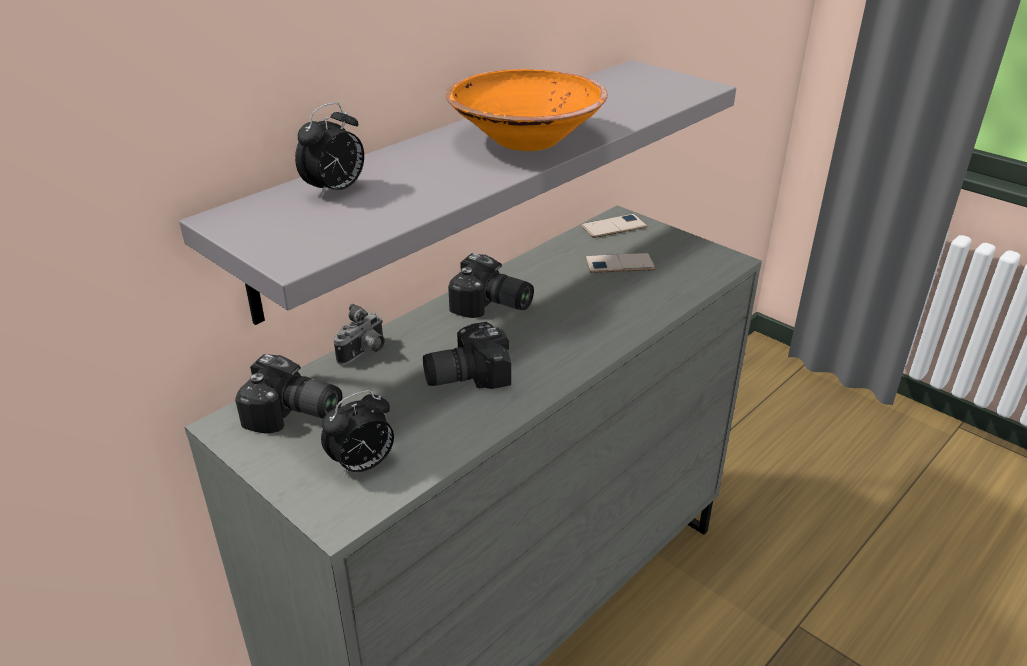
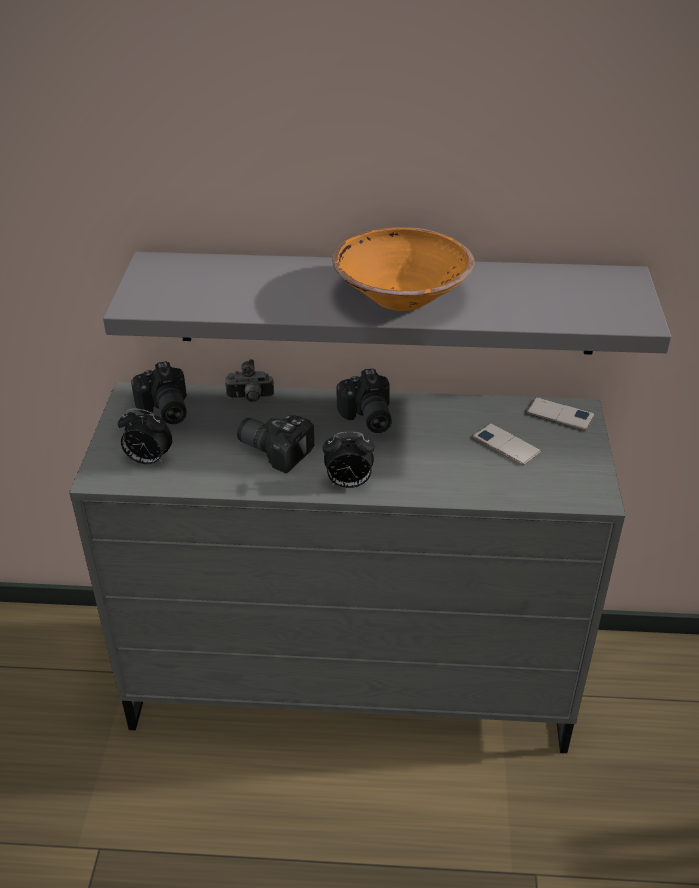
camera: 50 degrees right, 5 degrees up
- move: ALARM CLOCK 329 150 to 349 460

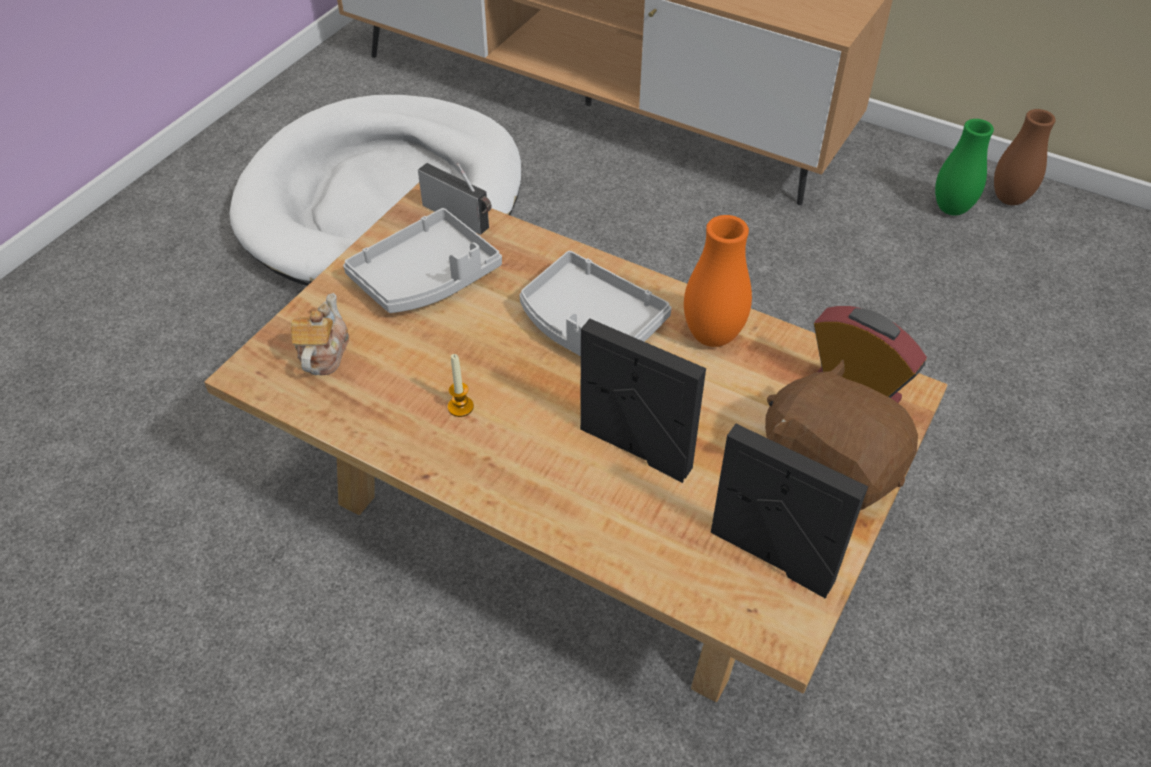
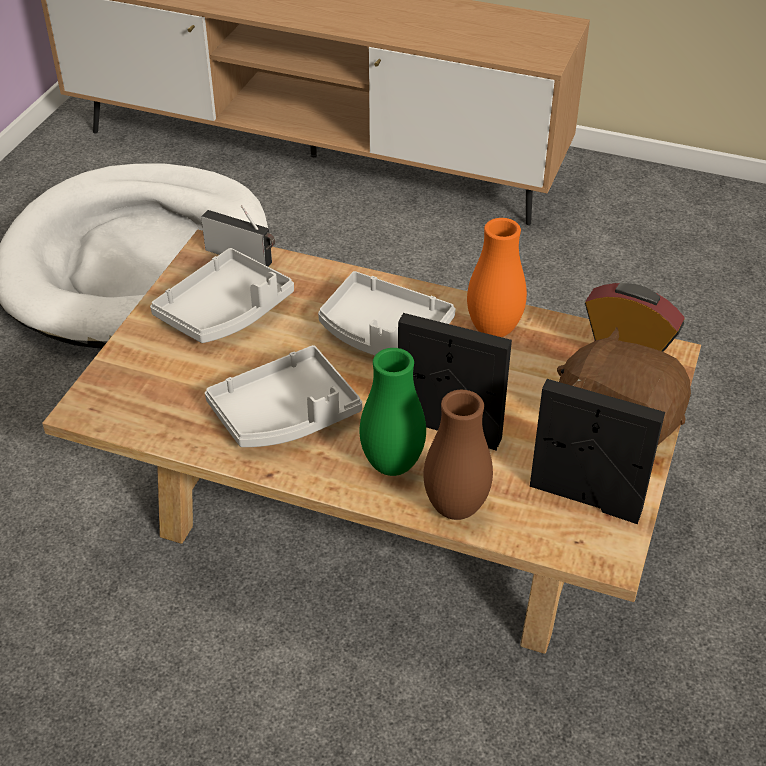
camera: 10 degrees left, 5 degrees down
- delete: TEAPOT 320 334
- replace: CANDLE 461 385 to GREY TRAY 283 396
- move: GREEN VASE 964 167 to 393 412
- move: BROWN VASE 1025 157 to 458 455

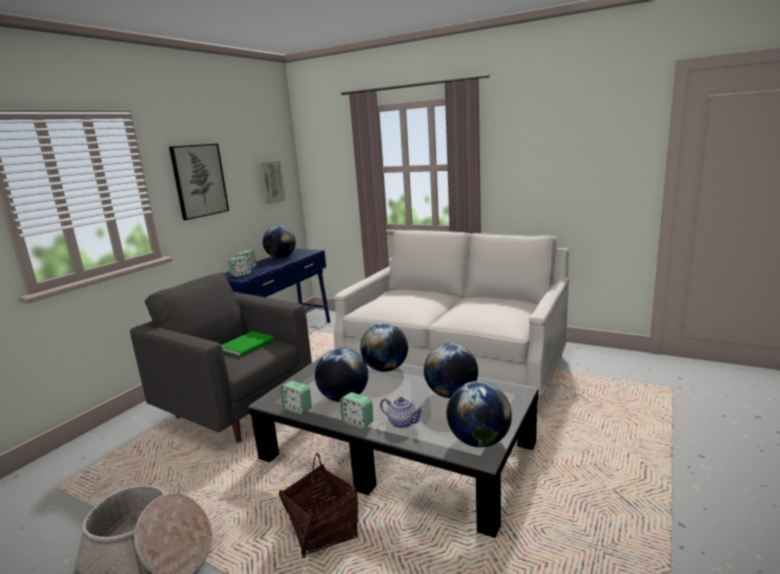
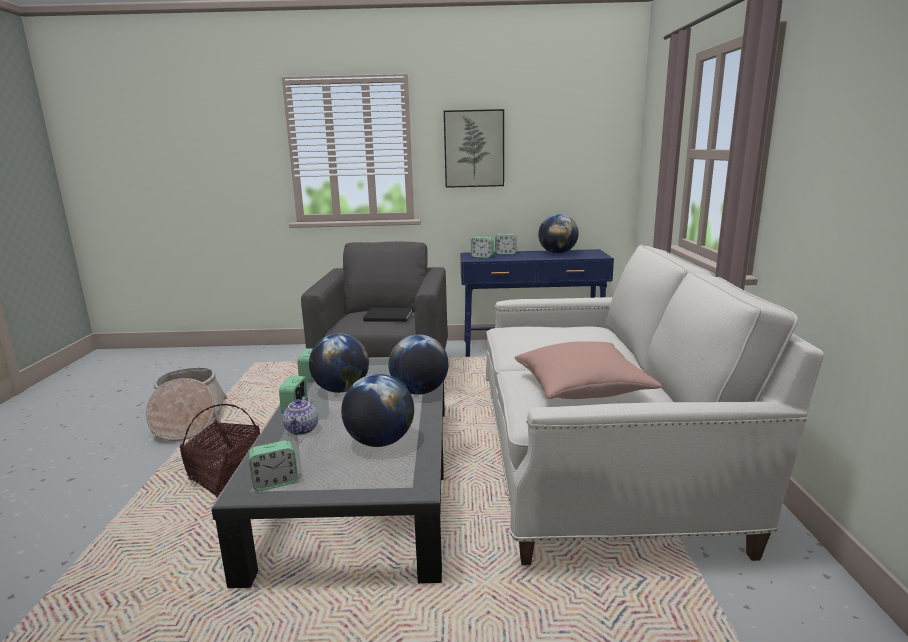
camera: 60 degrees right, 0 degrees up
- recolor: GREEN BOOK 247 343 to BLACK BOOK 387 315
- delete: PICTURE 272 182
- replace: GLOBE 479 414 to ALARM CLOCK 273 465
- insert: PINK PILLOW 588 370

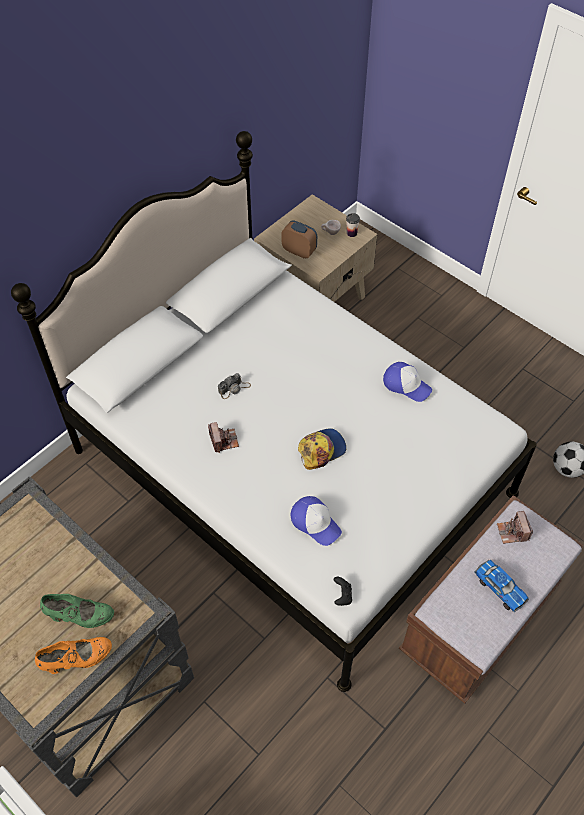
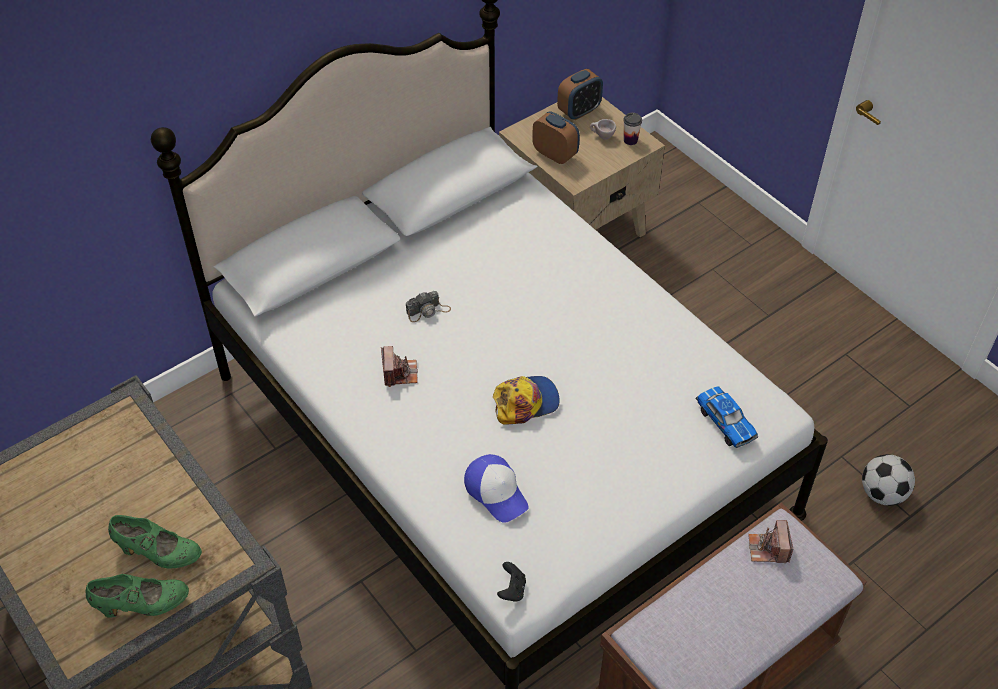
camera: 10 degrees right, 5 degrees down
- recolor: ORANGE SHOE 73 655 to GREEN SHOE 137 596
- delete: CAP 407 382
- move: TOY CAR 501 586 to 727 417
- insert: ALARM CLOCK 580 94

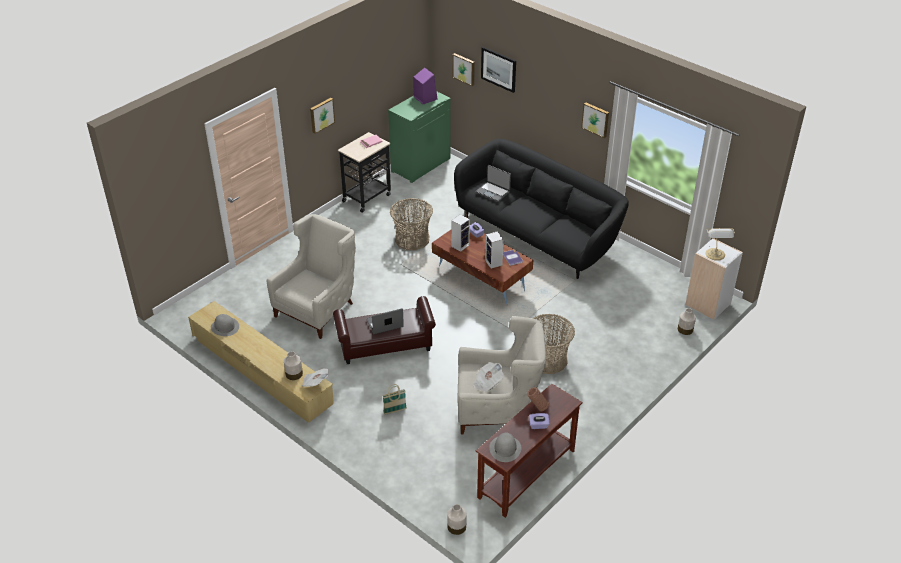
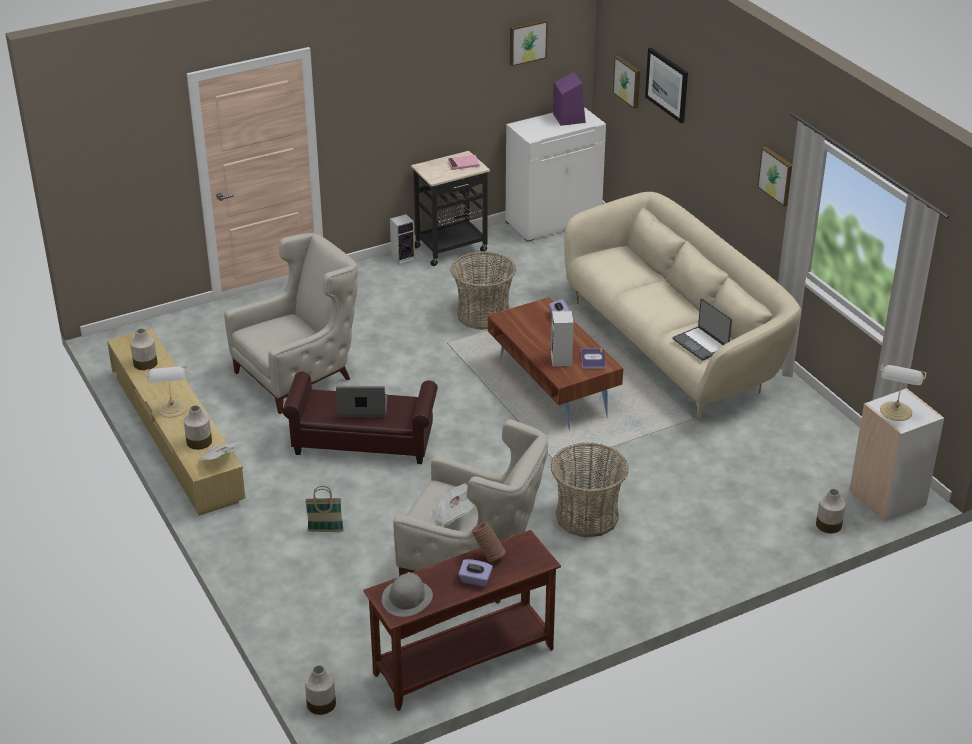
camera: 20 degrees right, 5 degrees down
- replace: GREY HAT 225 325 to BEIGE VASE 143 349
- move: PICTURE 322 116 to 529 42
- recolor: GREEN CABINET 419 137 to WHITE CABINET 556 174
- move: SPEAKER 460 233 to 402 239
- recolor: BLACK SOFA 541 209 to BEIGE SOFA 682 305
- move: LAPTOP 493 183 to 702 329
- insert: TABLE LAMP 166 392

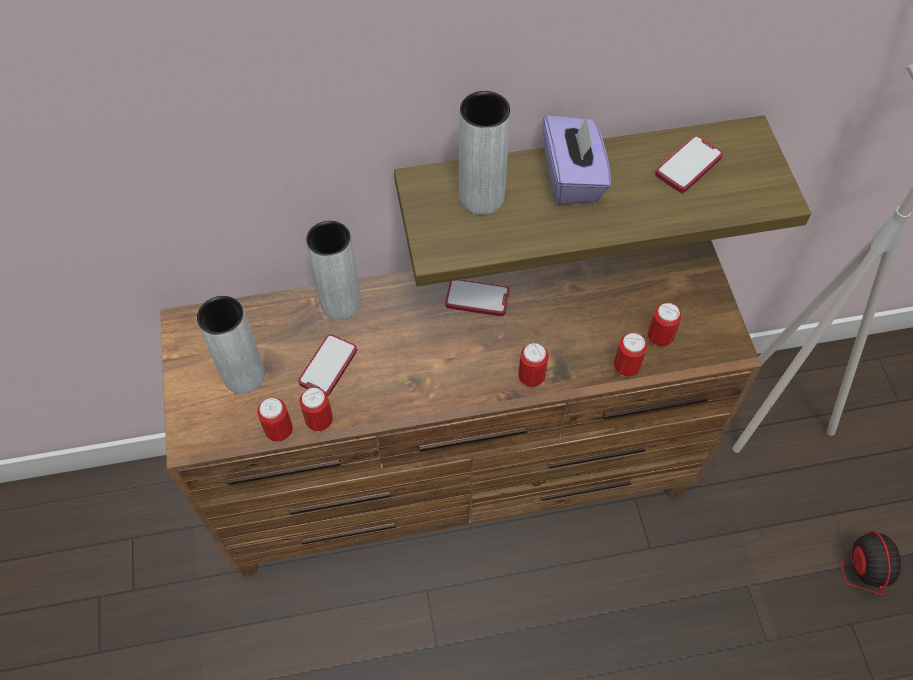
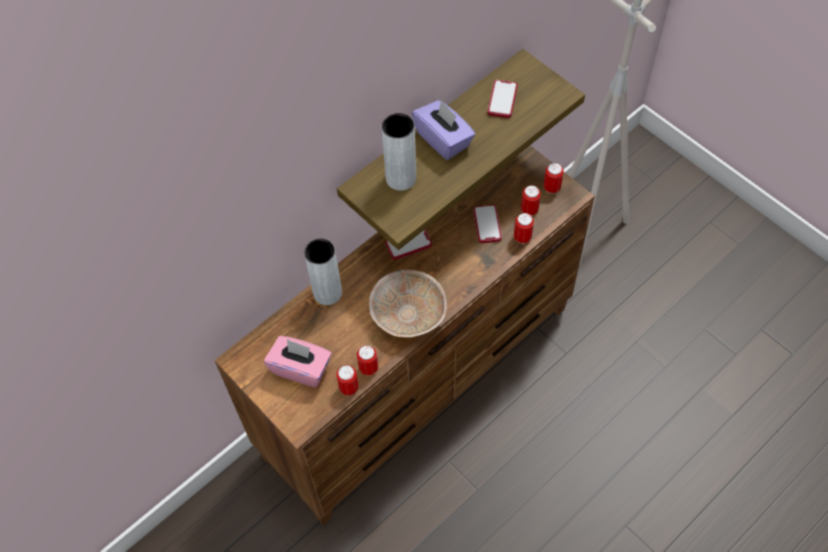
camera: 30 degrees left, 0 degrees up
- replace: GREY VASE 231 345 to PINK TISSUE BOX 298 362
- move: PHONE 327 365 to 488 224
- move: CAN 533 365 to 553 178
- delete: FAN 817 549
- insert: BEIGE BOWL 408 304

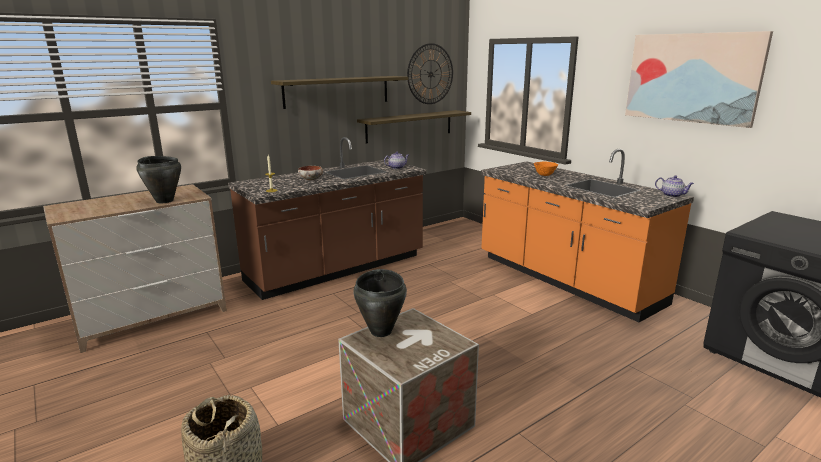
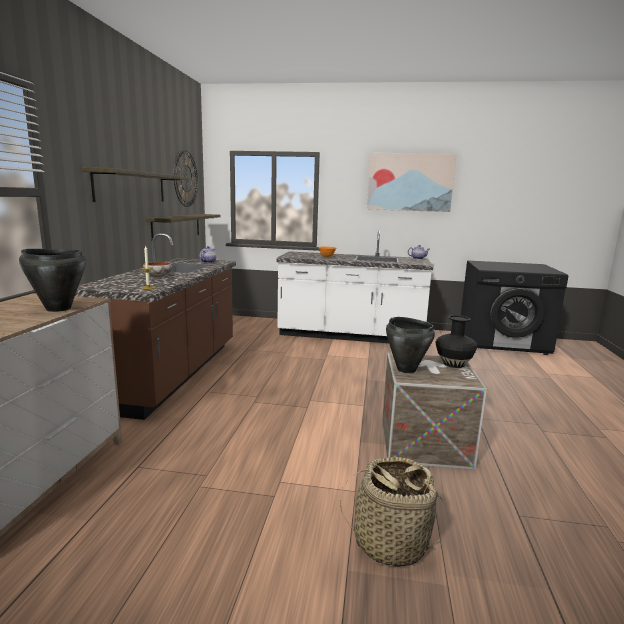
camera: 45 degrees left, 5 degrees down
- recolor: ORANGE COUNTER 587 235 to WHITE COUNTER 355 287
- insert: BLACK VASE 456 341

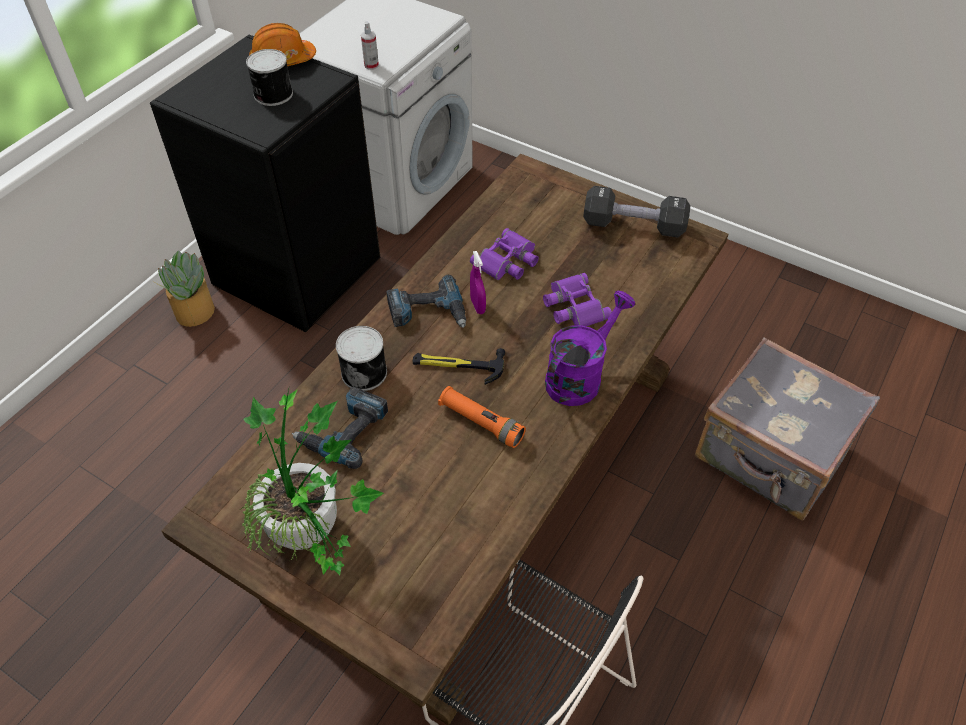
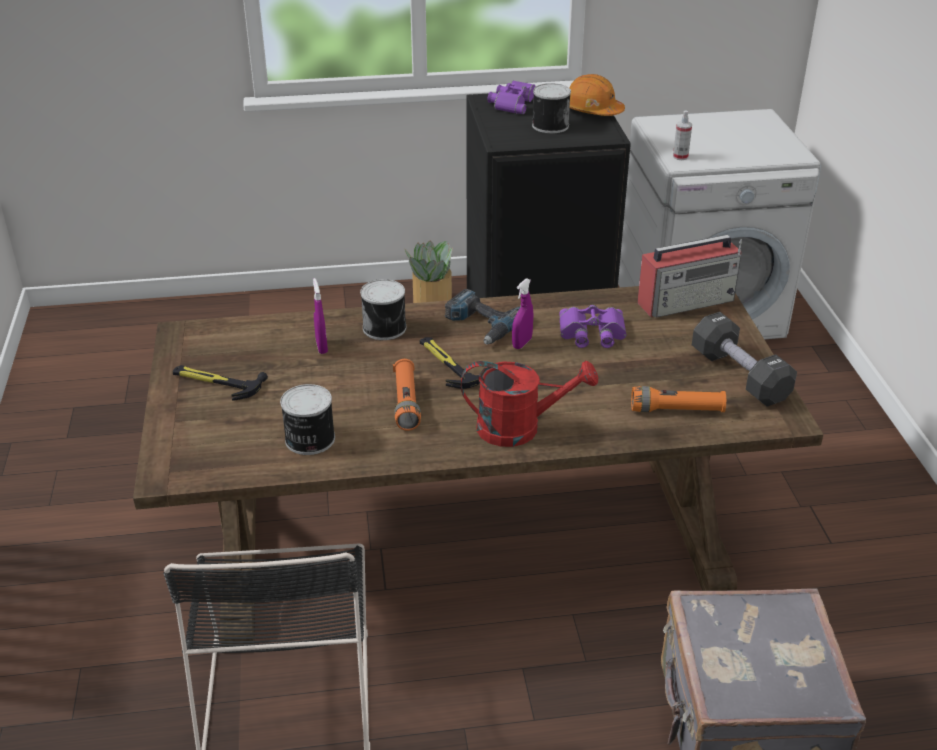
camera: 50 degrees right, 15 degrees down
- replace: POTTED PLANT 312 482 to HAMMER 220 383
- replace: POWER DRILL 340 428 to PURPLE SPRAY BOTTLE 320 316
- move: PURPLE BINOCULARS 577 299 to 511 97
- recolor: PURPLE WATERING CAN 590 348 to RED WATERING CAN 529 403
- insert: CAN 307 419
- insert: ORANGE FLASHLIGHT 678 399
- insert: RADIO 689 276

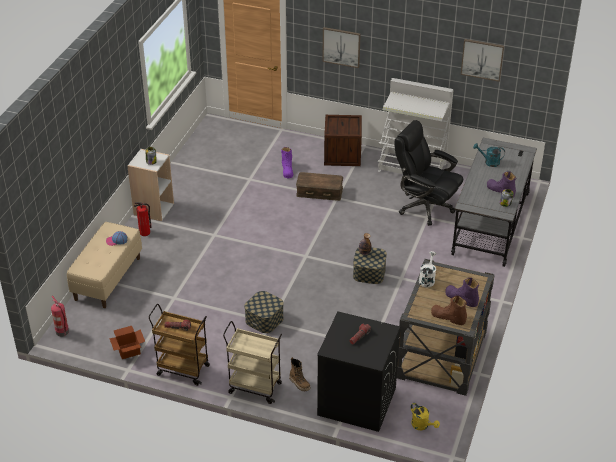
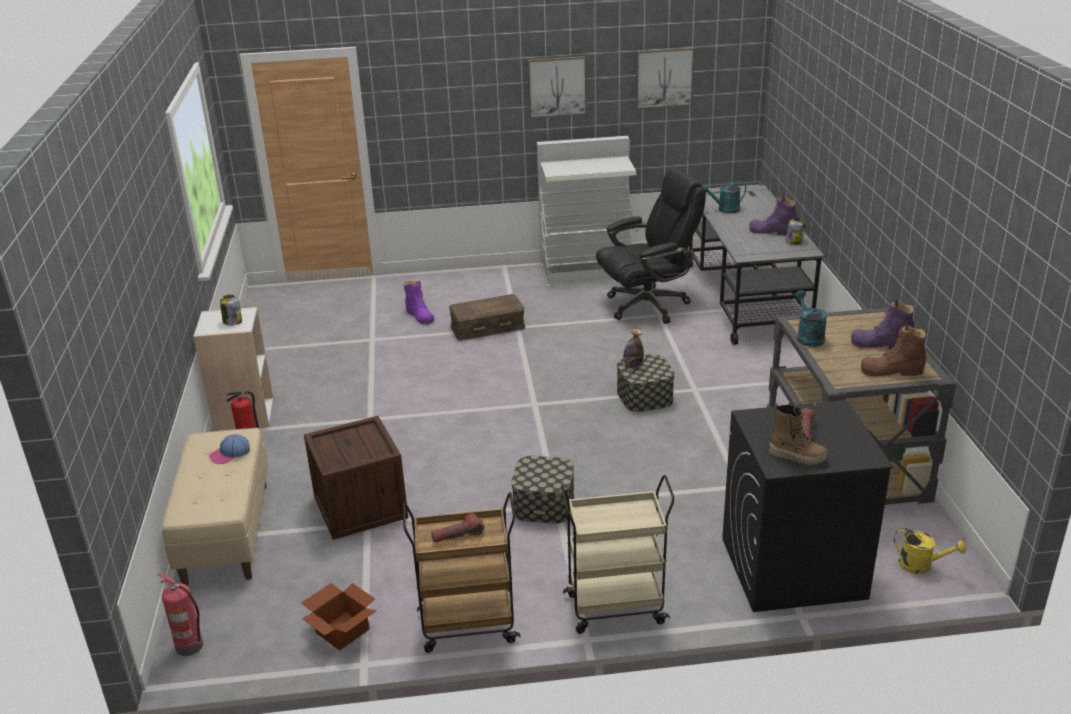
camera: 25 degrees left, 10 degrees down
- move: BOOT 299 374 to 798 434
- move: PICTURE 341 47 to 557 87
- move: CRATE 343 140 to 356 478
- rotate: BLACK OFFICE CHAIR 429 173 = 651 246 150 degrees clockwise
- recolor: WHITE WATERING CAN 427 269 to TURQUOISE WATERING CAN 810 318

